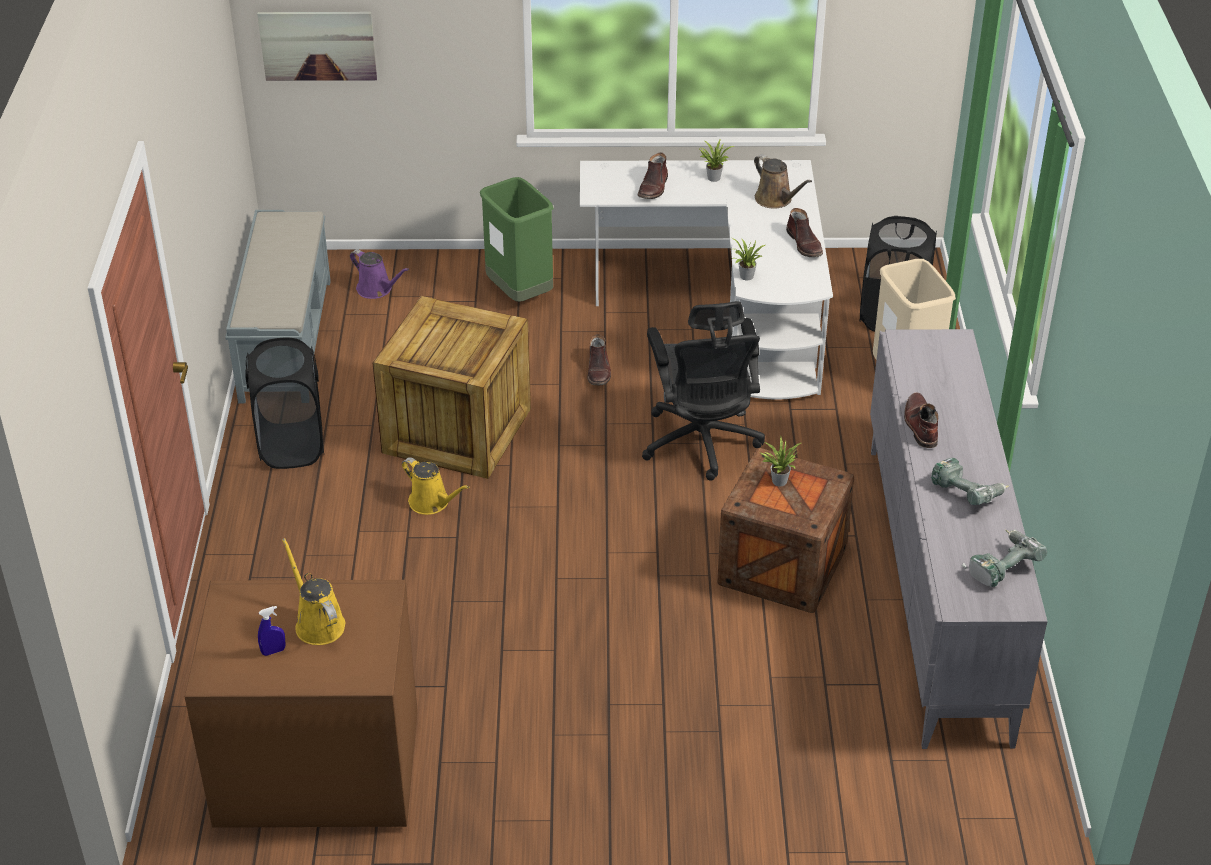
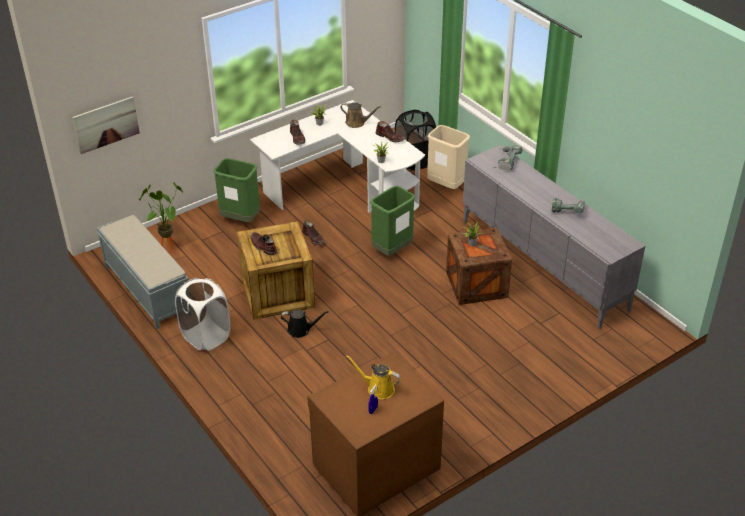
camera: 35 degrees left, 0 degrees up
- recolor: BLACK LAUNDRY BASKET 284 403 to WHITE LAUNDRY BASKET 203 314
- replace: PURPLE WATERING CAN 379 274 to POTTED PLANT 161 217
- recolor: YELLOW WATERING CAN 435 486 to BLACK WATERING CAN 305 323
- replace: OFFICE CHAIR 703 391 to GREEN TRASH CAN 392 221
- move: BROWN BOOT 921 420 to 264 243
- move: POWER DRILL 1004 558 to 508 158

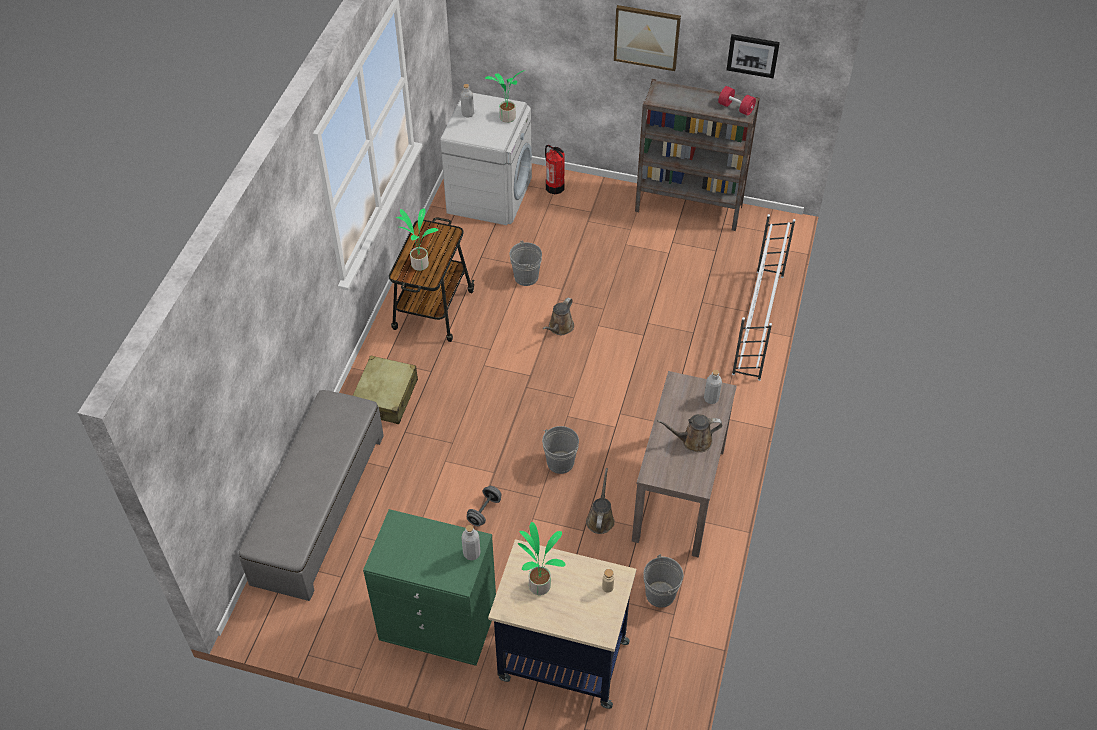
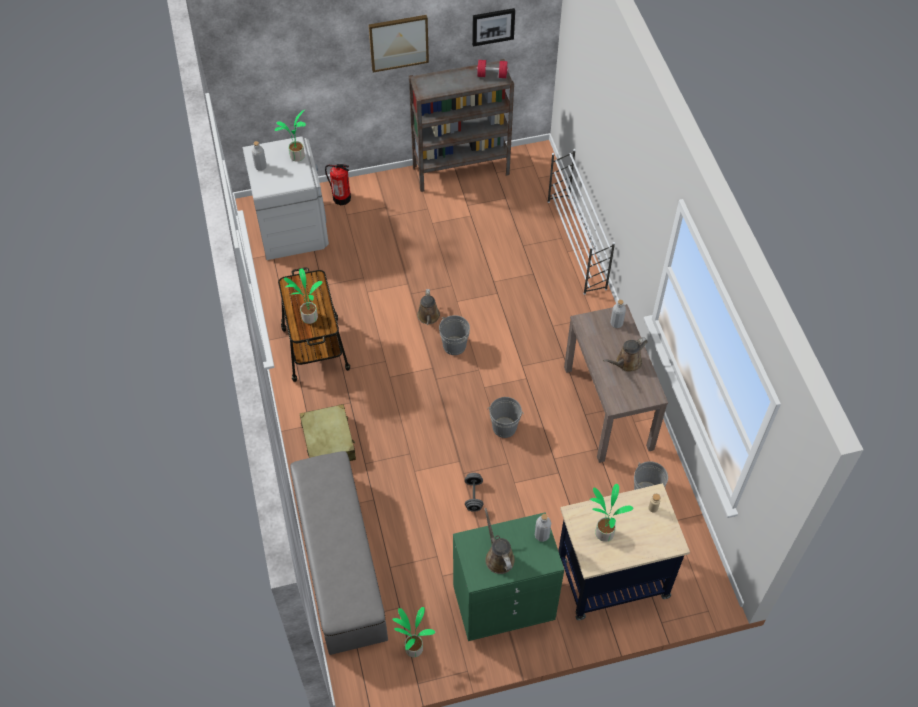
camera: 30 degrees left, 5 degrees up
- move: GREY BUCKET 525 263 to 454 335
- move: BROWN WATERING CAN 600 501 to 499 541
- insert: POTTED PLANT 414 632

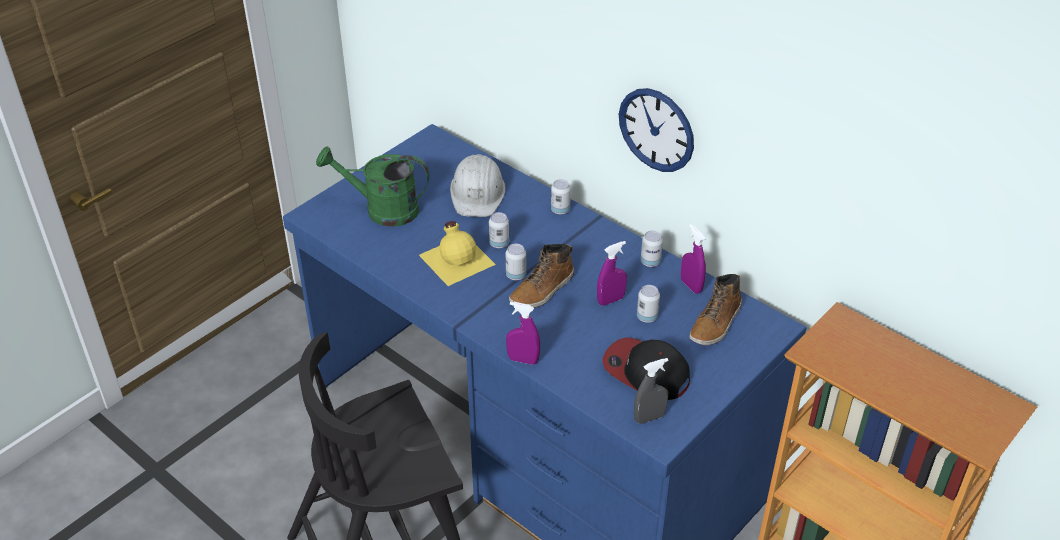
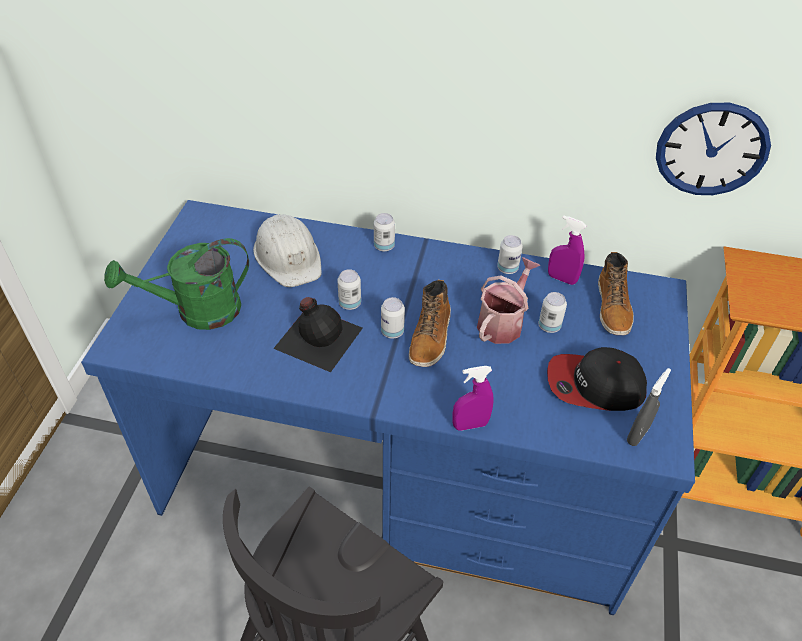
camera: 30 degrees left, 5 degrees up
- recolor: YELLOW BOTTLE 457 253 to BLACK BOTTLE 318 334
- replace: PURPLE SPRAY BOTTLE 612 273 to WATERING CAN 508 300
- move: WALL CLOCK 656 130 to 713 149

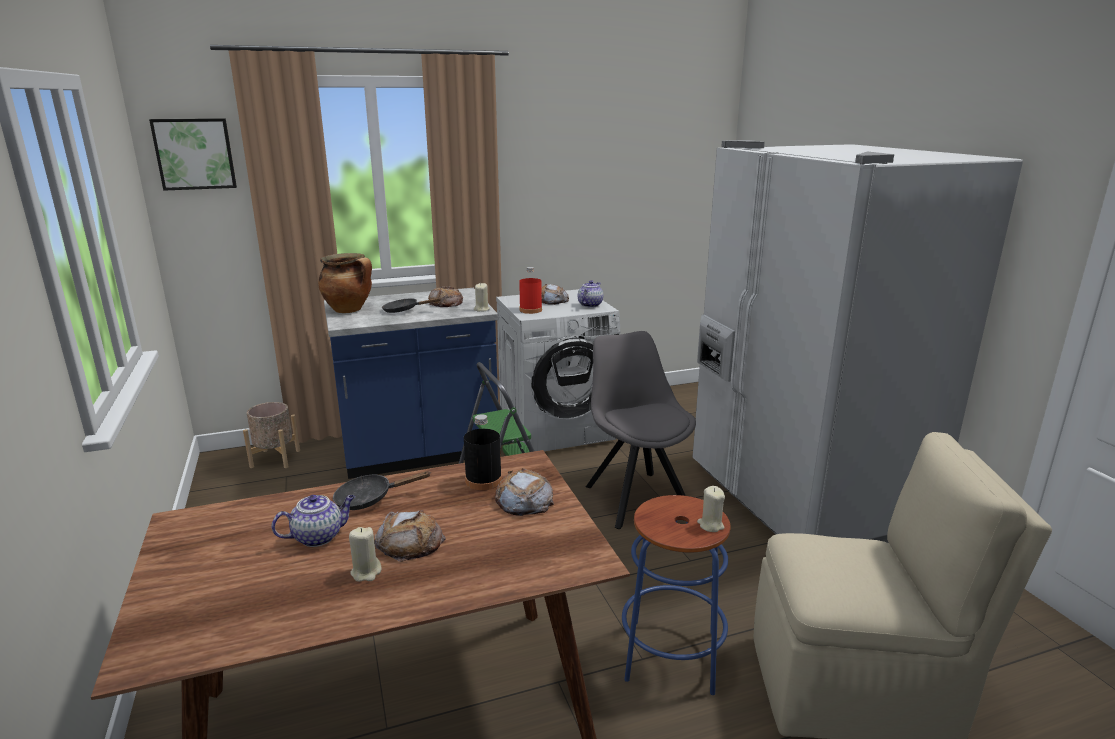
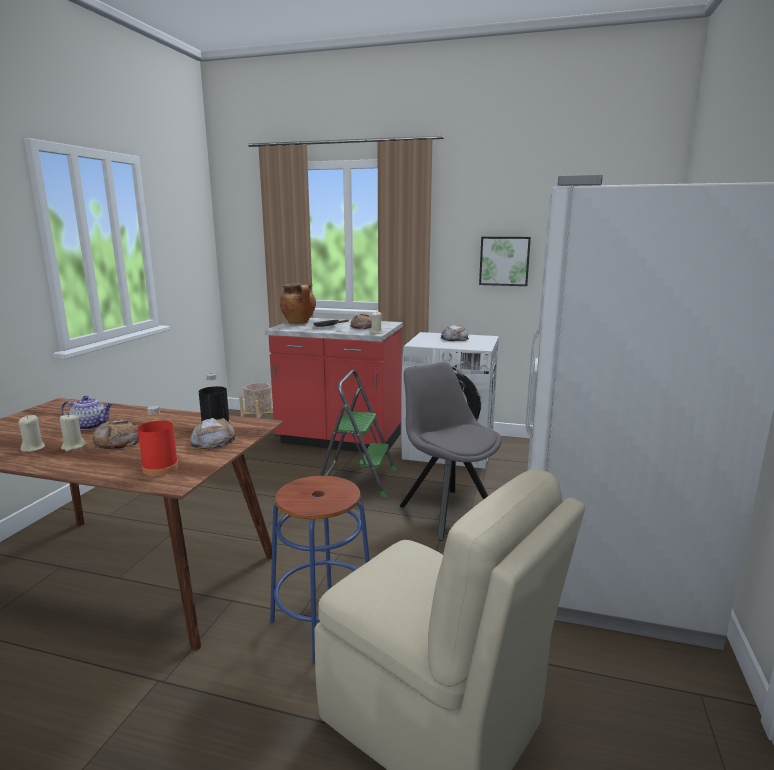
camera: 35 degrees right, 5 degrees down
- move: PICTURE 193 154 to 505 261
- recolor: BLUE COUNTER 411 383 to RED COUNTER 334 385
- delete: BLACK FRYING PAN 382 490
- move: RED BOTTLE 530 290 to 157 441
- delete: TEAPOT 590 294
- rotate: GREY CHAIR 641 430 = 450 451 45 degrees counterclockwise
- move: BEIGE CANDLE 711 509 to 31 433

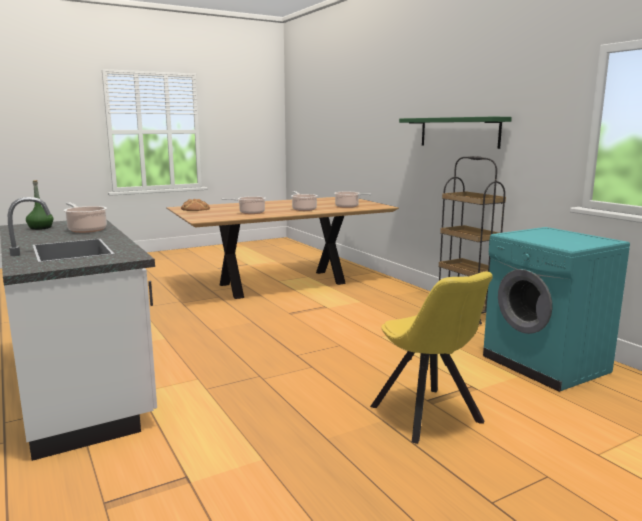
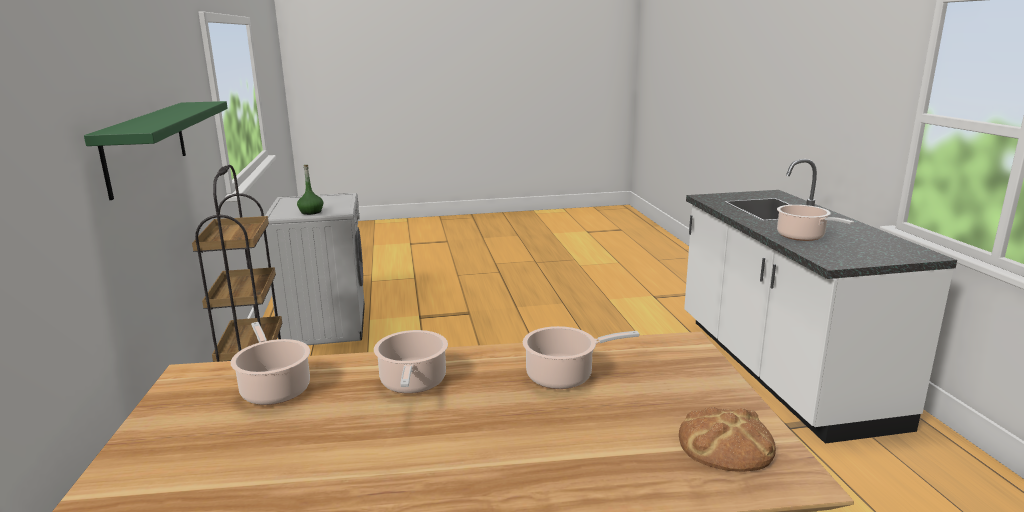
camera: 160 degrees left, 5 degrees up
- move: GREEN BOTTLE 39 205 to 310 190
- delete: YELLOW CHAIR 431 357
- recolor: TURQUOISE WASHING MACHINE 556 309 to WHITE WASHING MACHINE 314 269

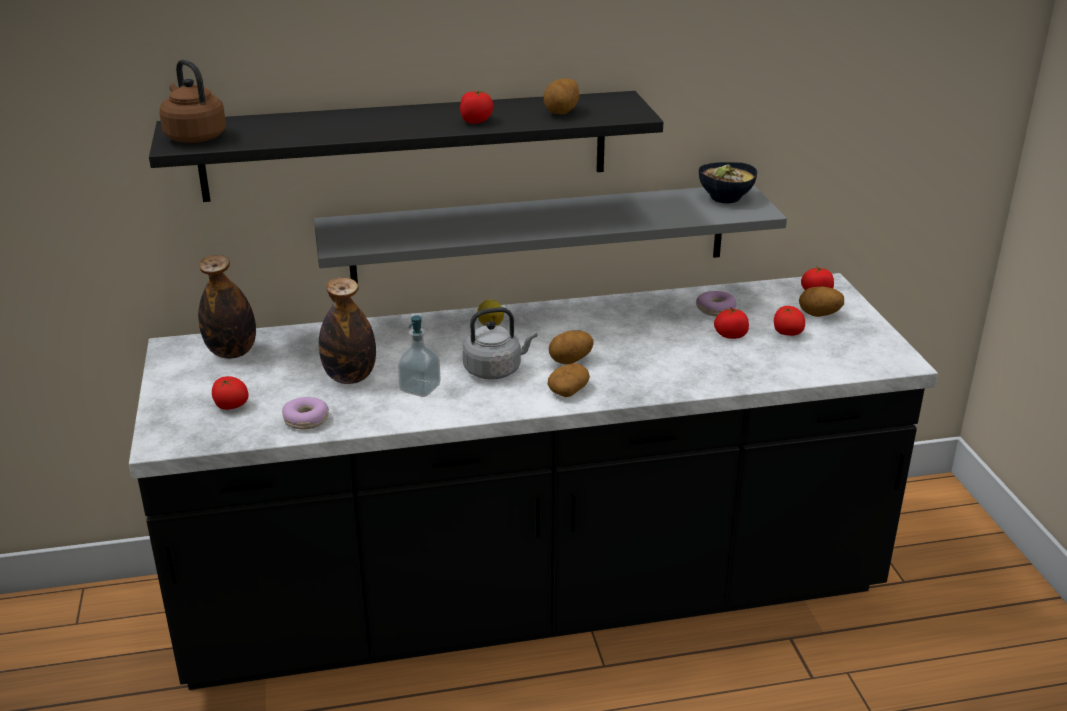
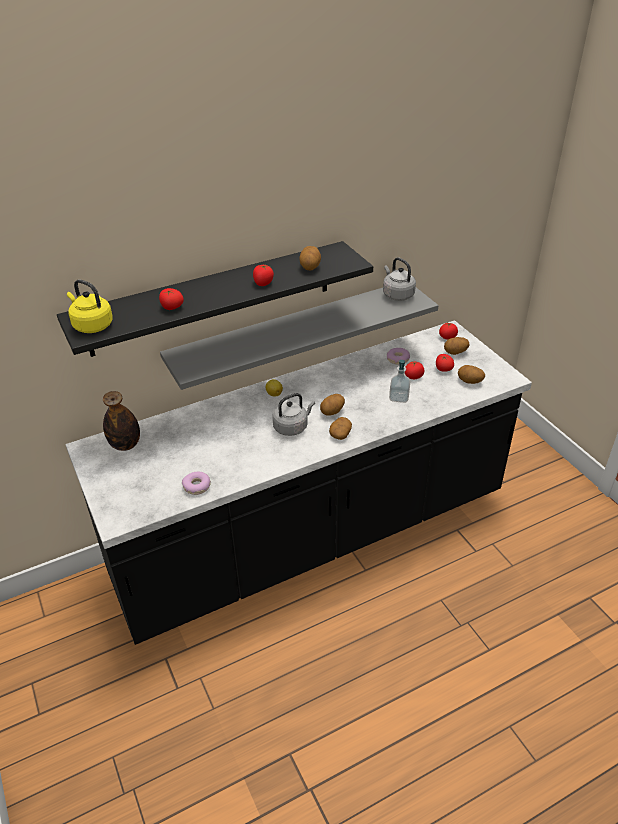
camera: 15 degrees left, 10 degrees up
- recolor: BROWN KETTLE 192 101 to YELLOW KETTLE 90 306
- move: TOMATO 230 393 to 171 299
- delete: BOTTLE 347 331
- move: SOAP DISPENSER 419 356 to 399 381
- replace: BOWL 728 182 to GREY KETTLE 399 279
- insert: POTATO 471 374

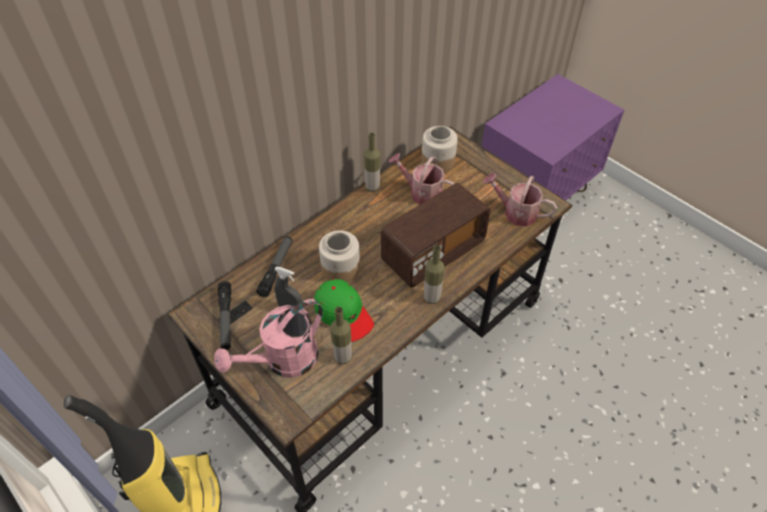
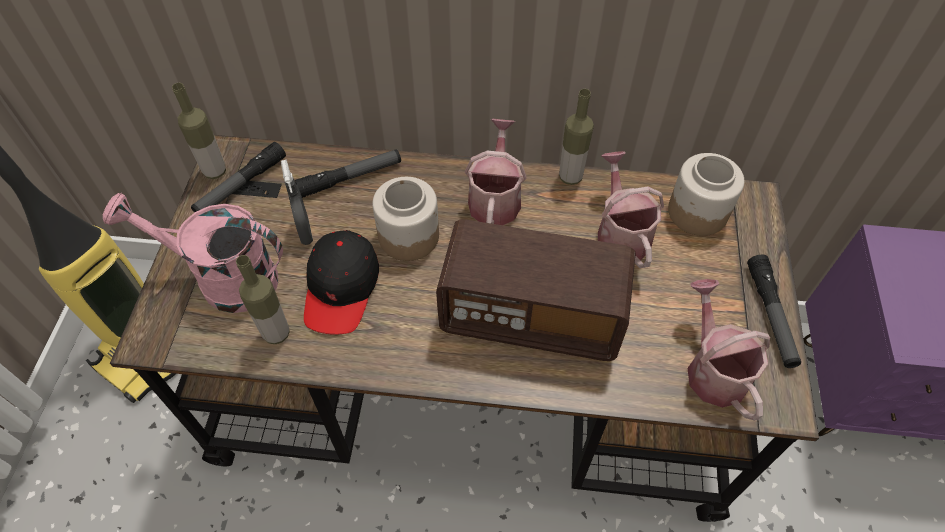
camera: 50 degrees right, 5 degrees up
- recolor: GREEN CAP 344 310 to BLACK CAP 341 282
- move: BOTTLE 434 274 to 199 131
- insert: WATERING CAN 496 172
- insert: FLASHLIGHT 774 311

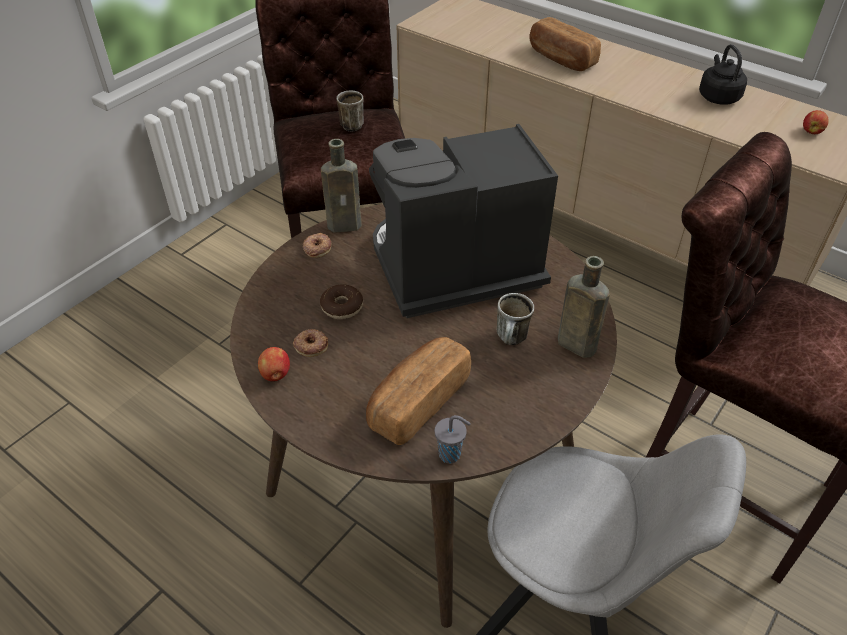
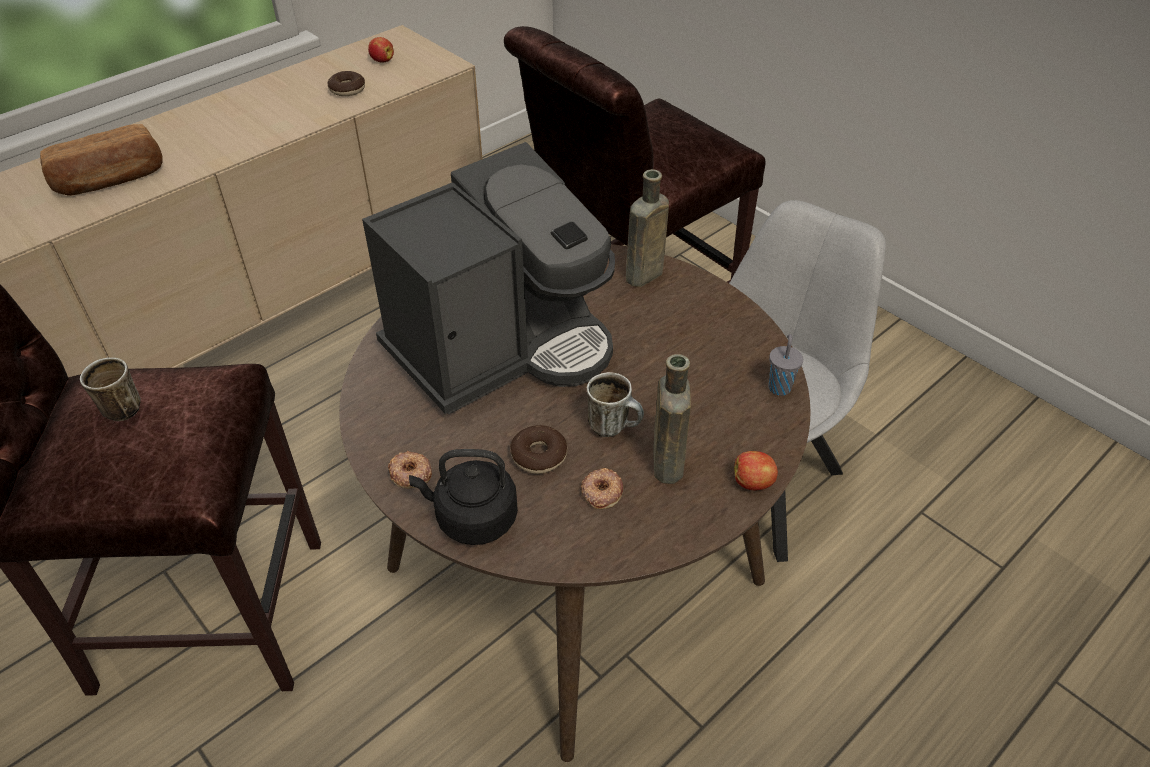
camera: 80 degrees left, 0 degrees up
- move: APPLE 274 364 to 756 470
- move: BROWN BOTTLE 341 186 to 672 419
- delete: BREAD 418 391
- rotate: COFFEE MACHINE 463 221 = 488 278 120 degrees counterclockwise
- move: MUG 515 319 to 615 404
- move: BLACK KETTLE 723 74 to 463 497
- insert: DONUT 346 83

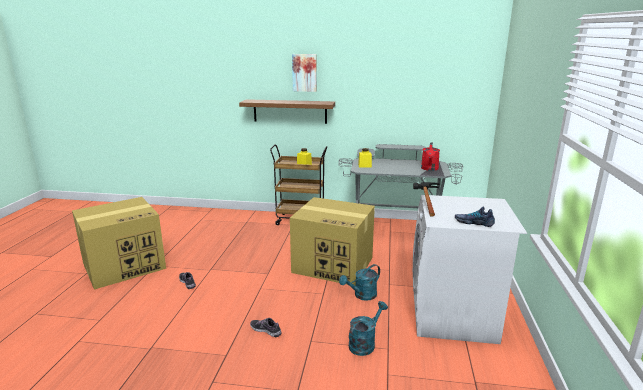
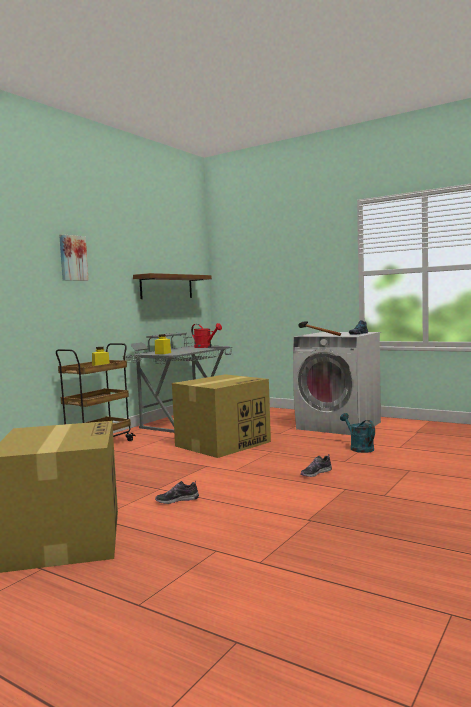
camera: 65 degrees left, 15 degrees down
- move: BROWN SHELF 287 111 to 172 286
- delete: TURQUOISE WATERING CAN 359 282

